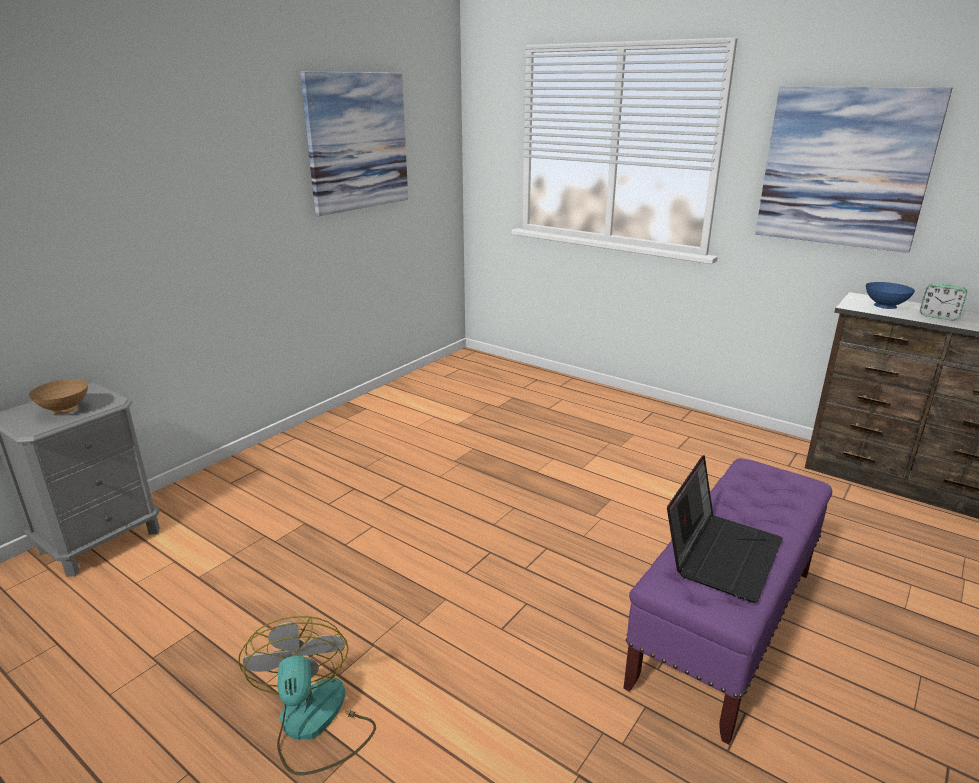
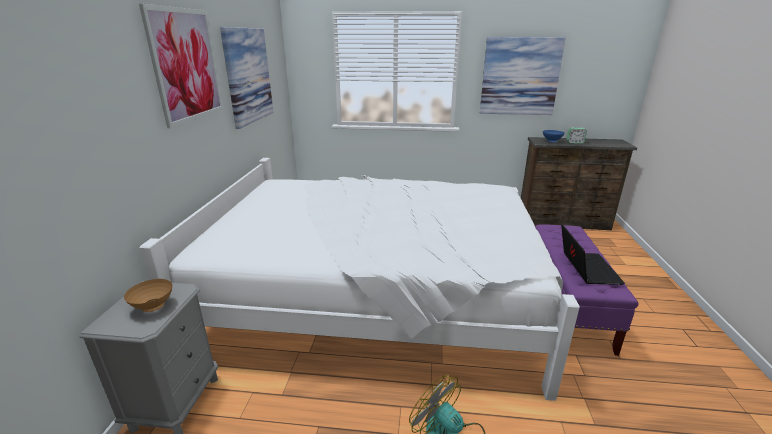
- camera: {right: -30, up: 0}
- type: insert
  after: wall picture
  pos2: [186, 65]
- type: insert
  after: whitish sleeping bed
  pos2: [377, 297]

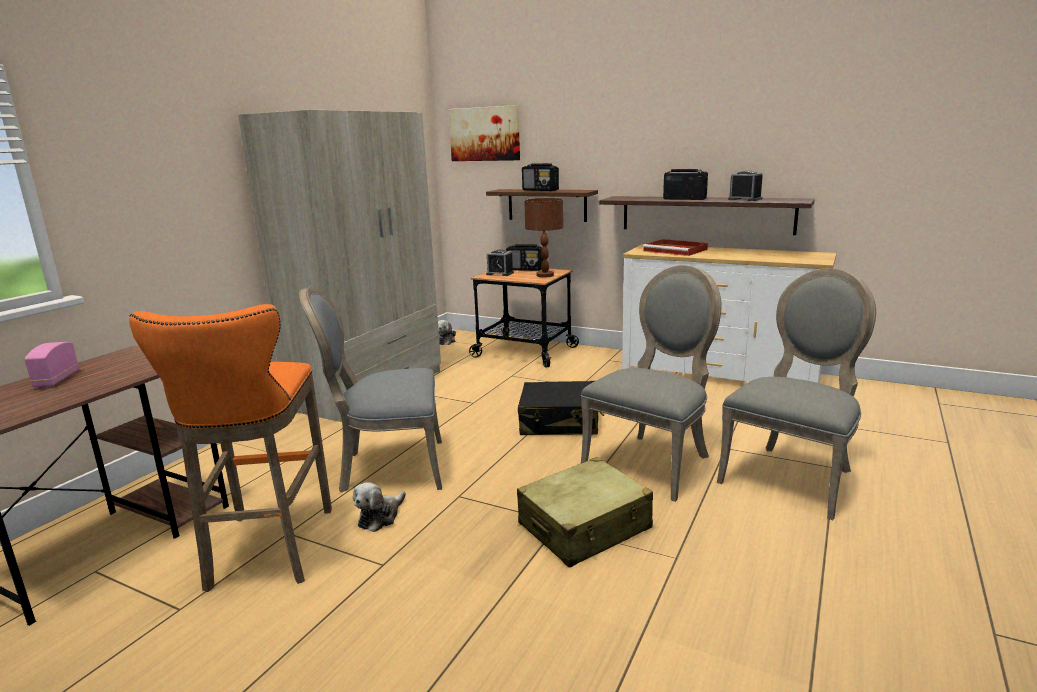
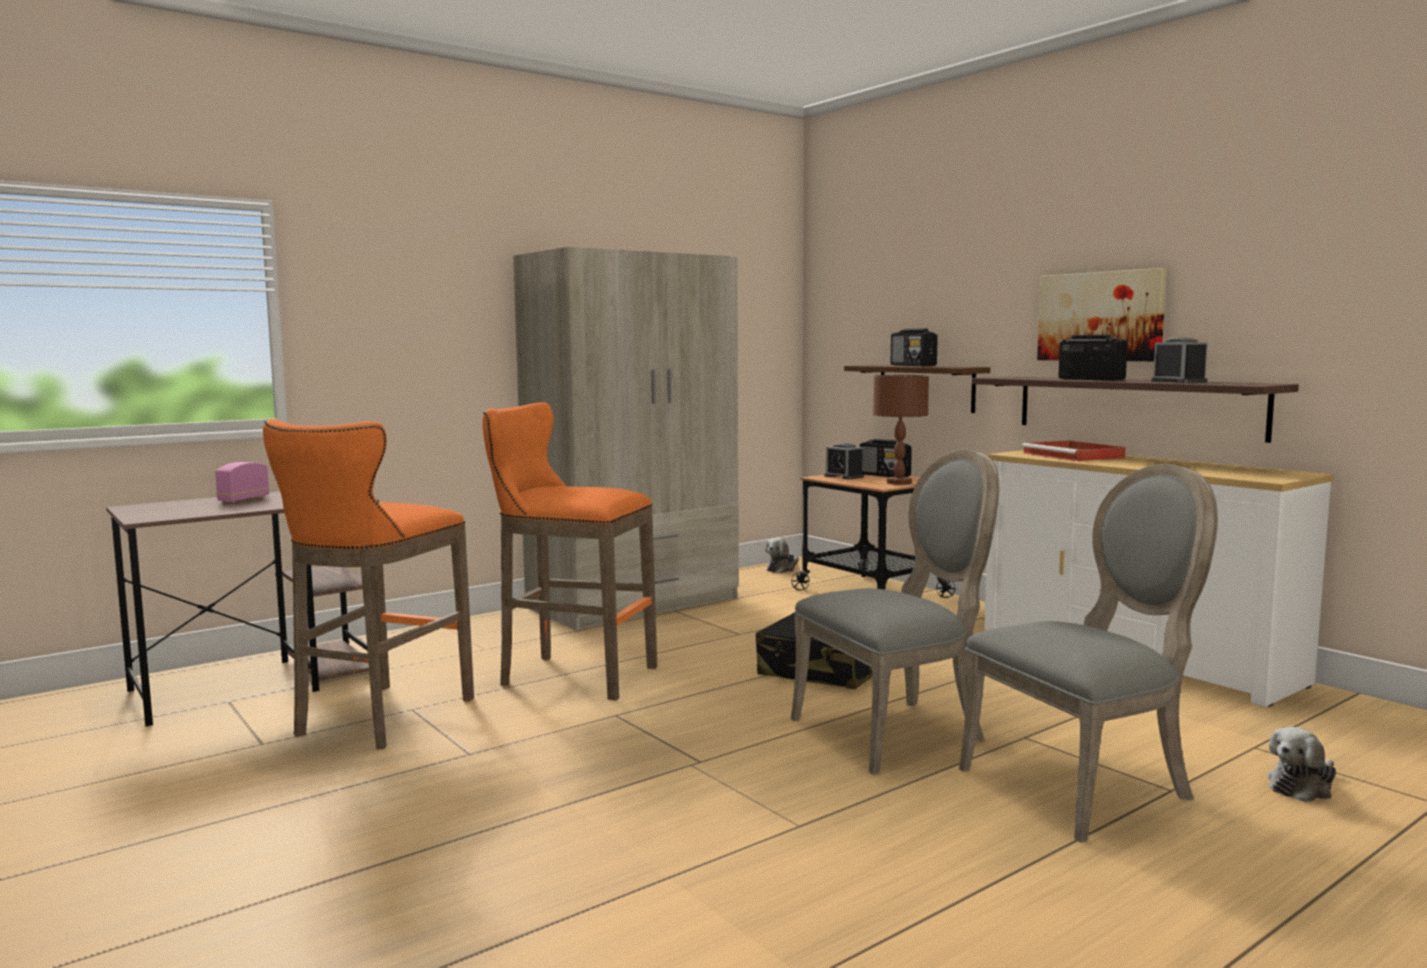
- camera: {right: 25, up: -10}
- type: replace
  before: greyish chair
  after: orange stool seat
  pos1: [388, 468]
  pos2: [571, 676]
- type: move
  before: wall picture
  pos1: [485, 134]
  pos2: [1100, 316]
- type: move
  before: plush toy
  pos1: [380, 517]
  pos2: [1302, 786]
- type: delete
  before: beige piece of luggage
  pos1: [585, 527]

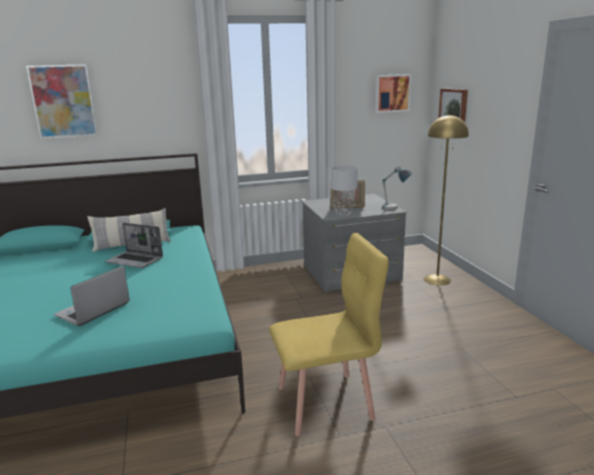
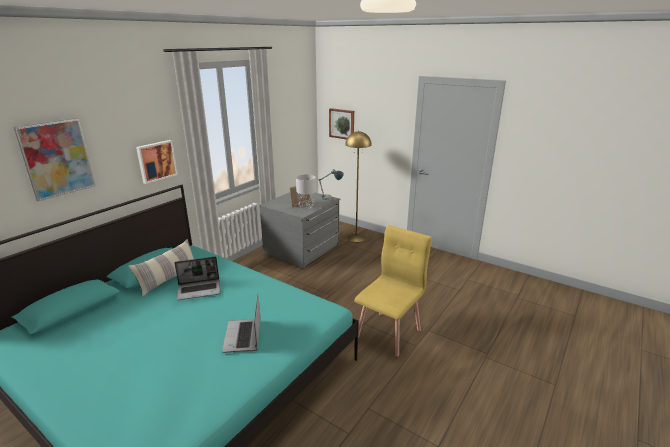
- camera: {right: -40, up: 5}
- type: move
  before: wall picture
  pos1: [392, 93]
  pos2: [156, 161]

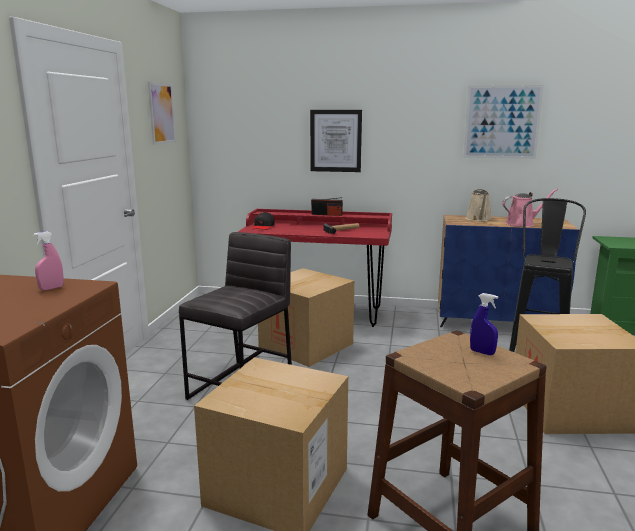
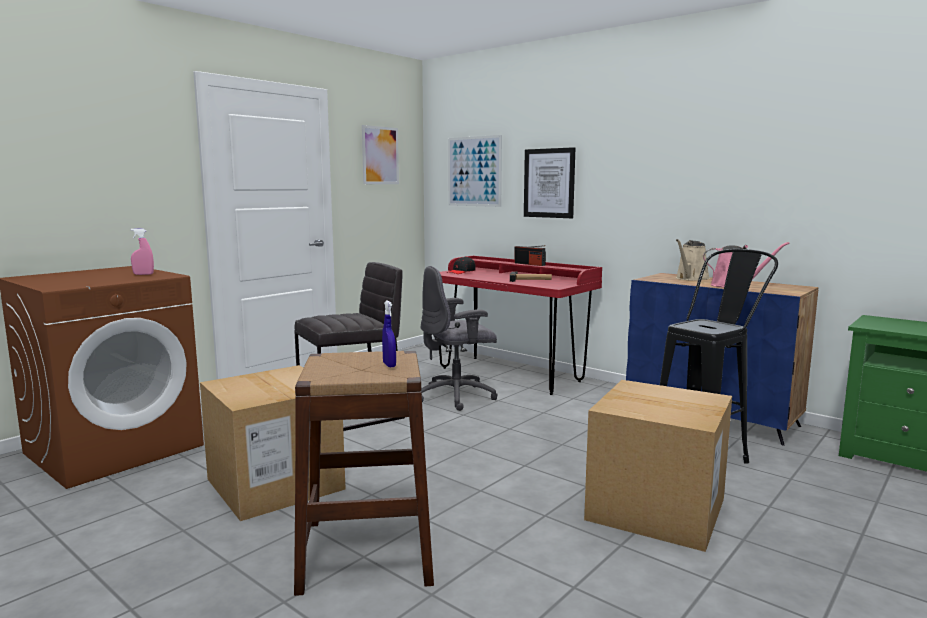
- camera: {right: 30, up: -5}
- type: replace
  before: cardboard box
  after: greyish office chair
  pos1: [306, 345]
  pos2: [457, 397]
- type: move
  before: wall picture
  pos1: [502, 122]
  pos2: [474, 171]

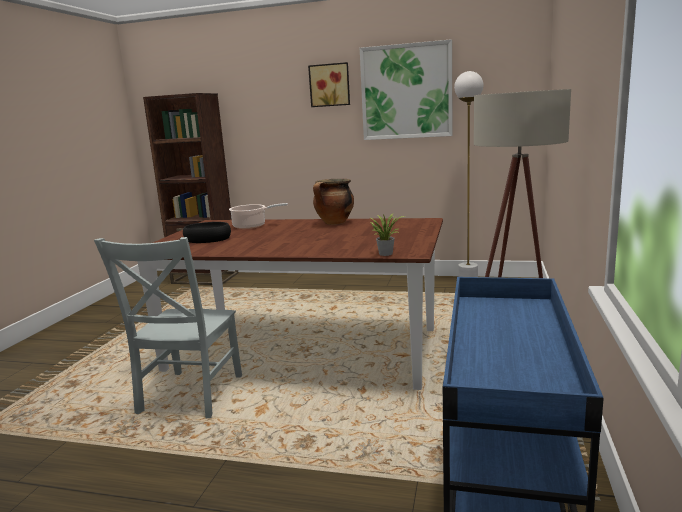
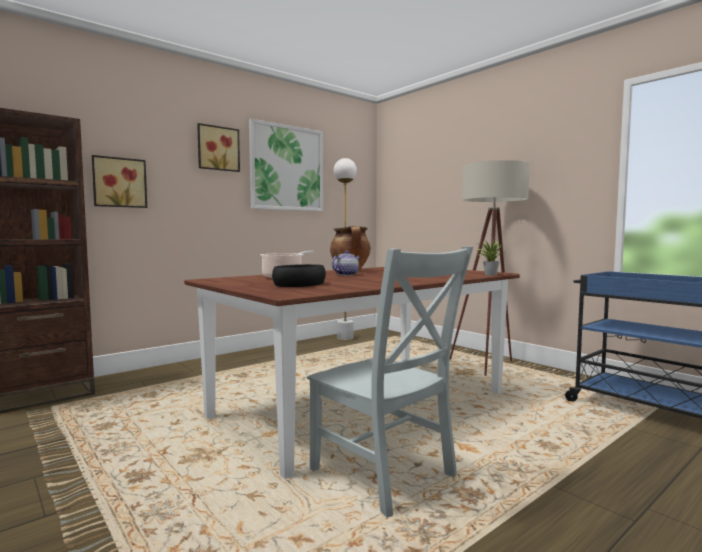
- camera: {right: -55, up: -10}
- type: insert
  after: wall picture
  pos2: [119, 182]
- type: insert
  after: pot for tea
  pos2: [346, 274]

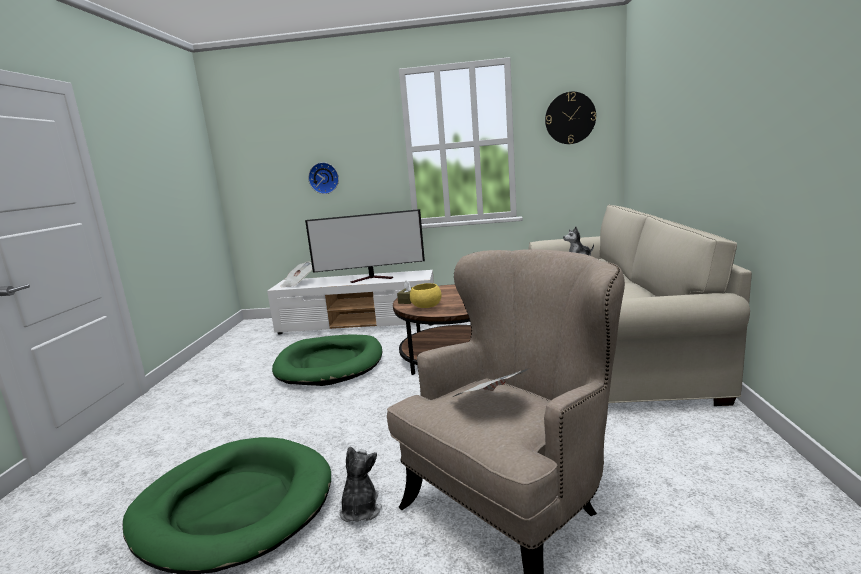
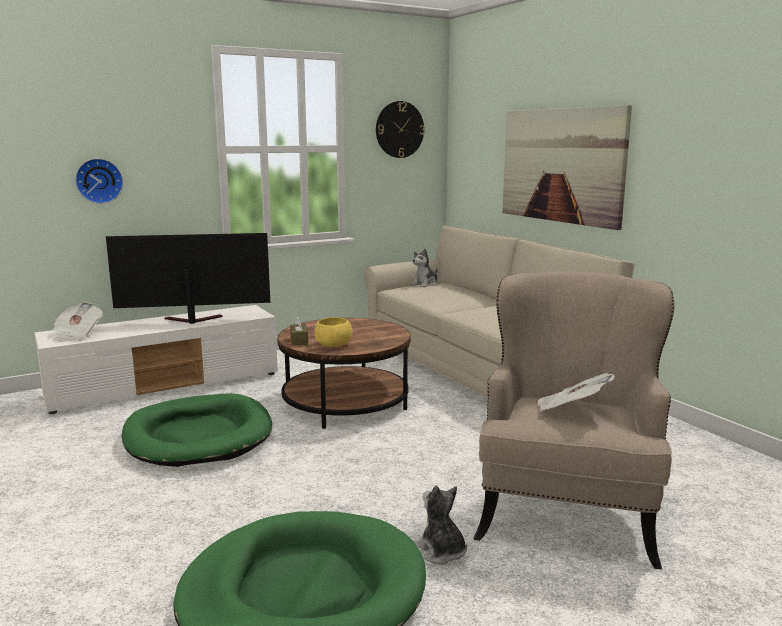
- camera: {right: -35, up: 0}
- type: rotate
  before: TV set
  pos1: [373, 278]
  pos2: [191, 320]
  turn: -150
- type: insert
  after: wall picture
  pos2: [561, 165]

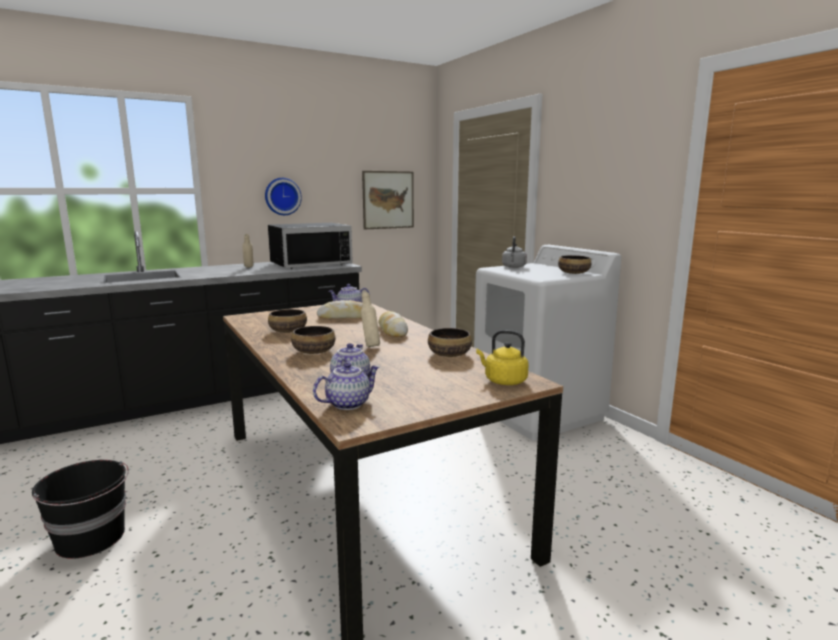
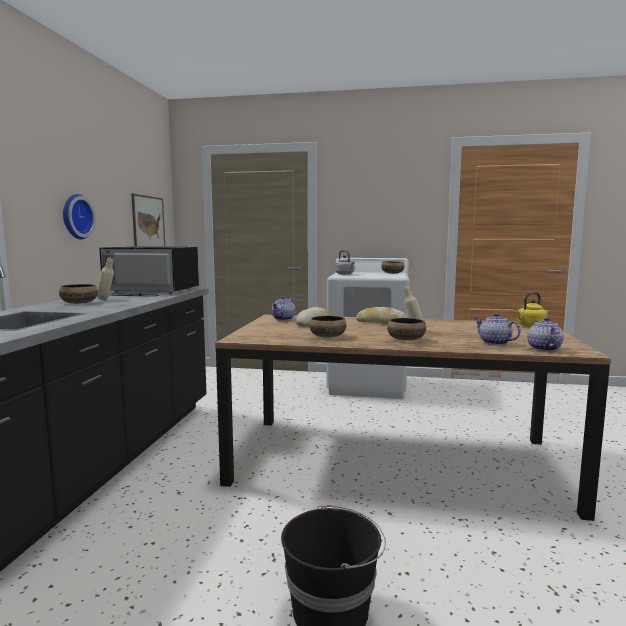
- camera: {right: -50, up: -5}
- type: move
  before: serving bowl
  pos1: [449, 354]
  pos2: [79, 303]
- type: rotate
  before: black microwave oven
  pos1: [309, 264]
  pos2: [149, 291]
  turn: -90

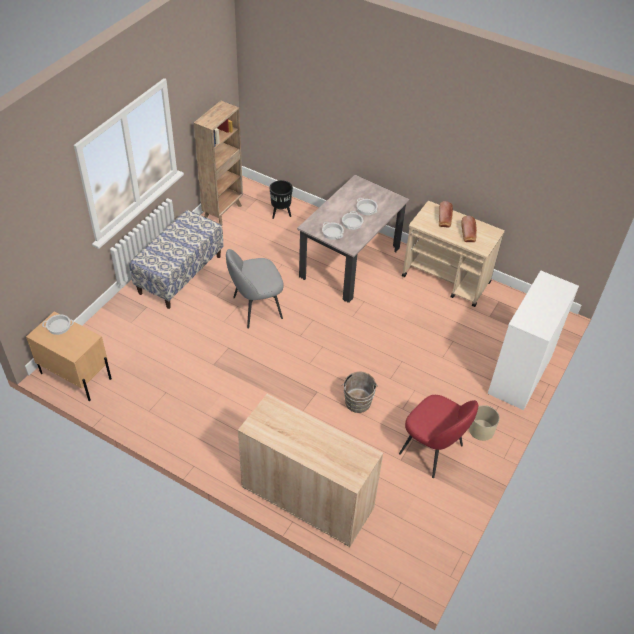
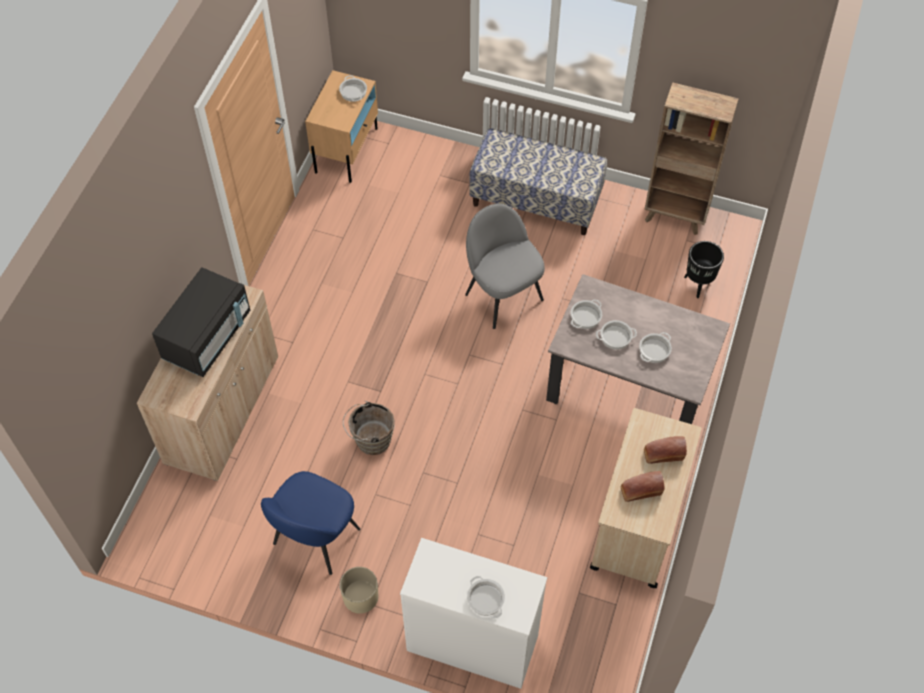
- camera: {right: 80, up: 10}
- type: insert
  after: black microwave oven
  pos2: [207, 336]
- type: recolor
  before: red-coloured chair
  after: bluish chair
  pos1: [432, 450]
  pos2: [315, 538]
- type: insert
  after: cooking pot
  pos2: [485, 599]

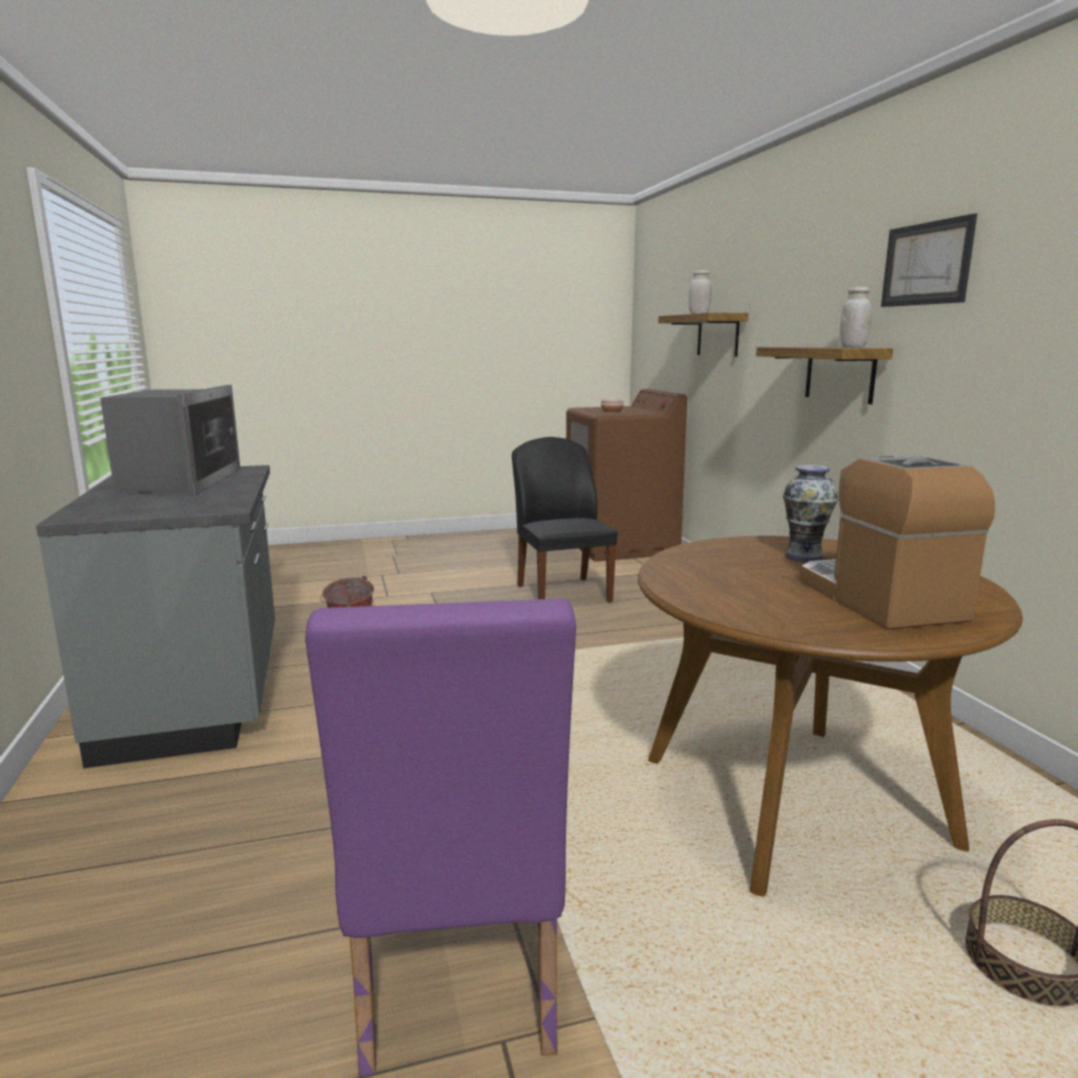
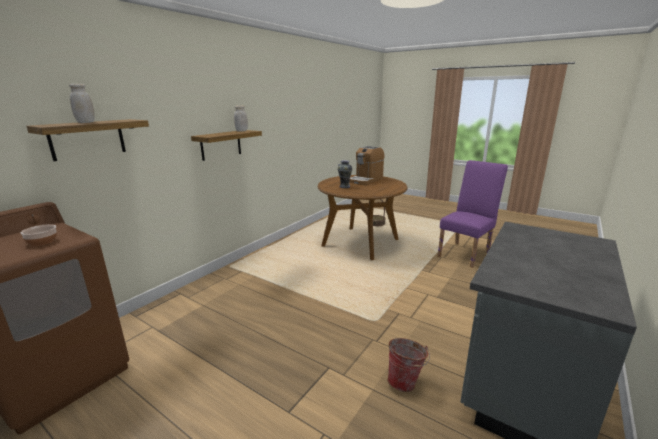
- camera: {right: -130, up: 5}
- type: delete
  before: microwave oven
  pos1: [181, 481]
- type: delete
  before: black chair
  pos1: [562, 593]
- type: delete
  before: wall picture
  pos1: [926, 264]

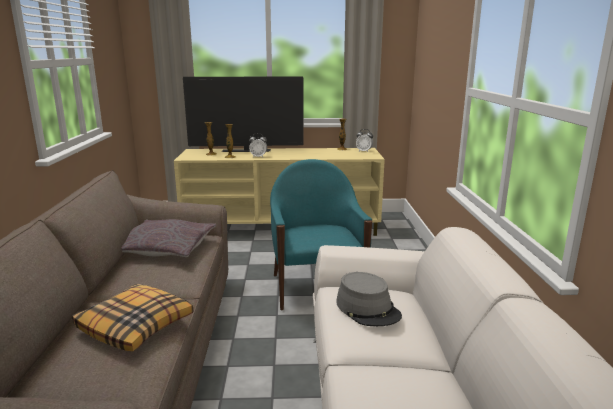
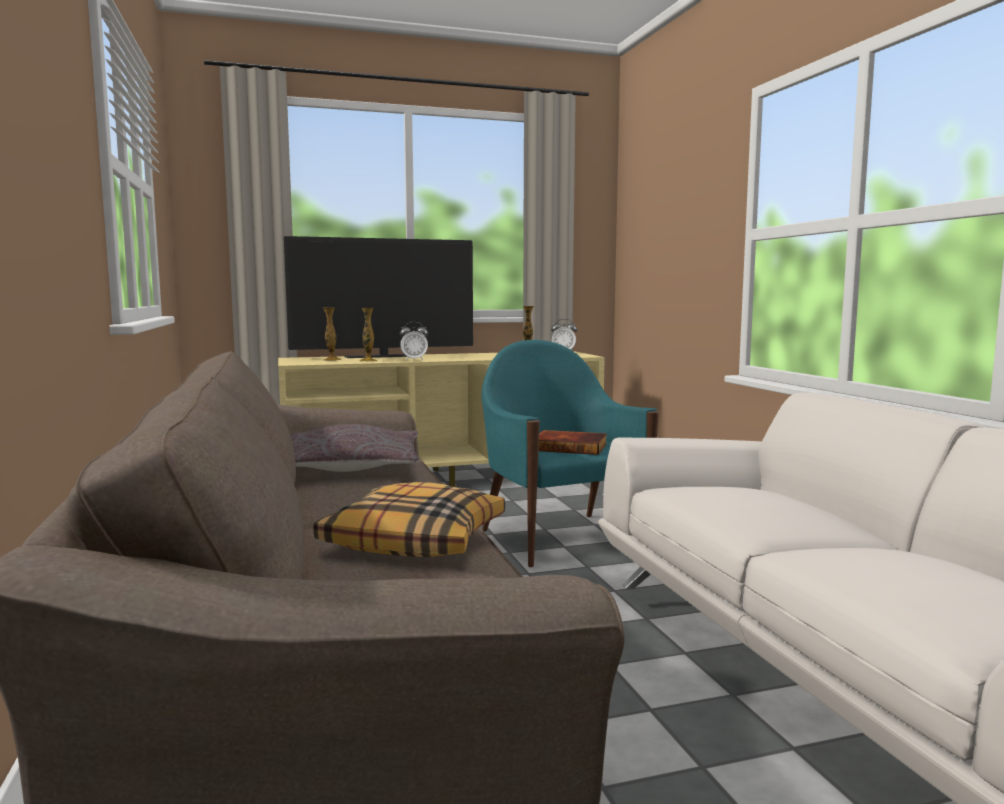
- camera: {right: -15, up: -10}
- type: insert
  after: bound book
  pos2: [570, 447]
- type: delete
  before: greyish hat
  pos1: [368, 309]

